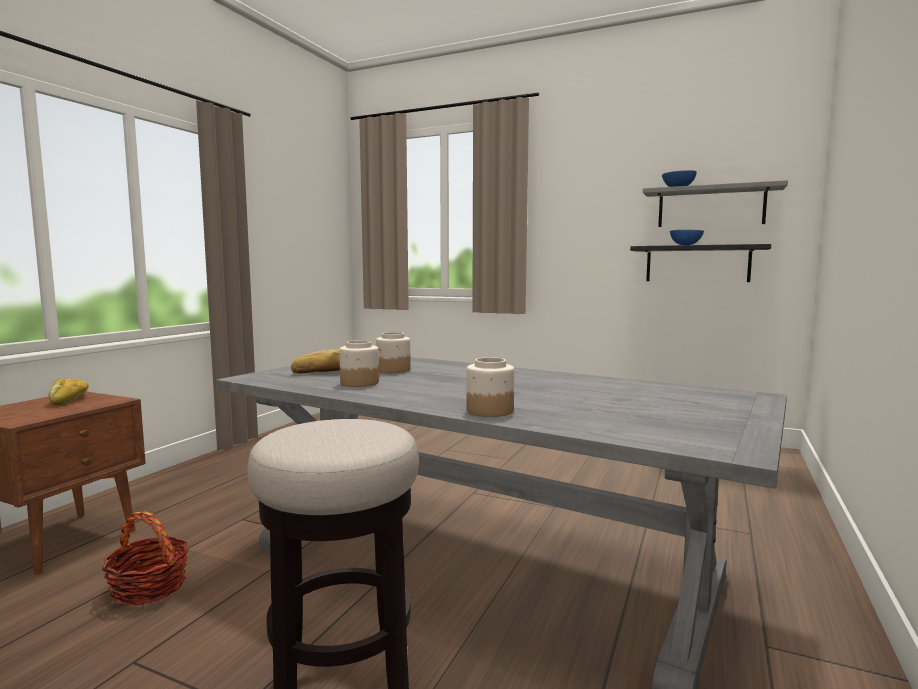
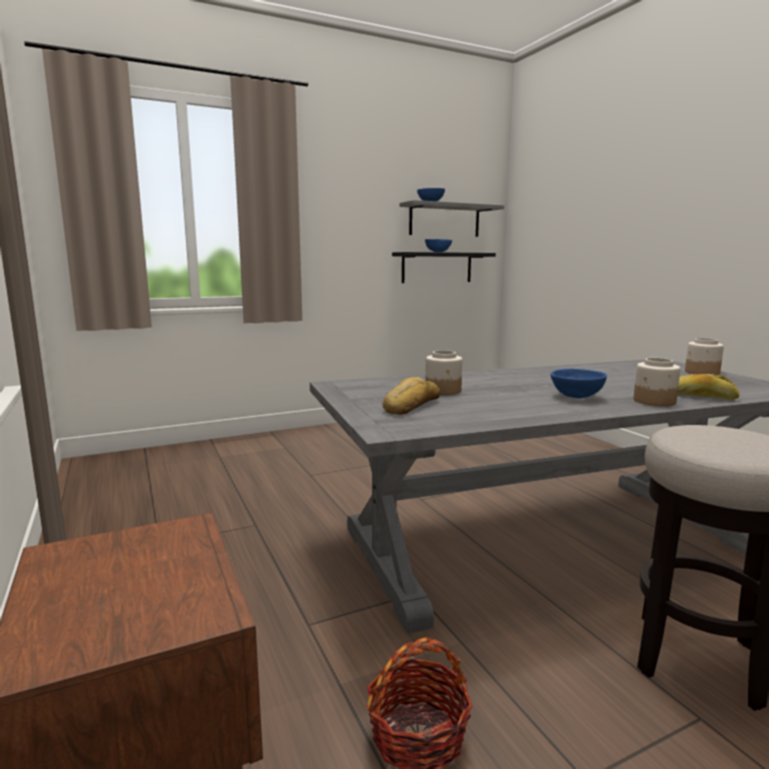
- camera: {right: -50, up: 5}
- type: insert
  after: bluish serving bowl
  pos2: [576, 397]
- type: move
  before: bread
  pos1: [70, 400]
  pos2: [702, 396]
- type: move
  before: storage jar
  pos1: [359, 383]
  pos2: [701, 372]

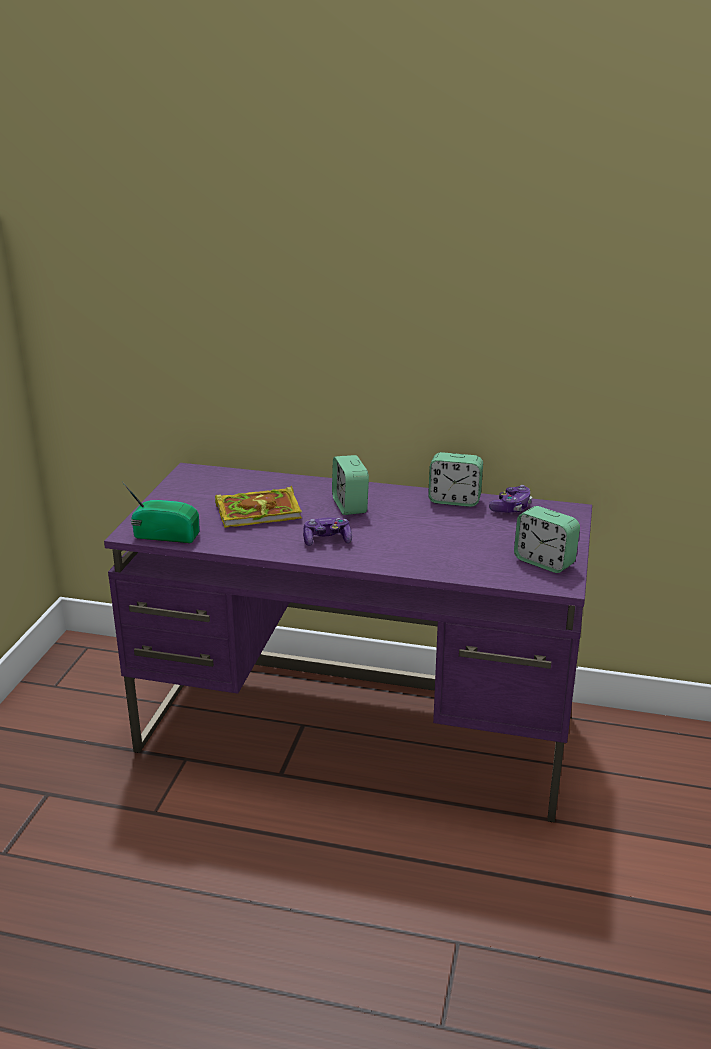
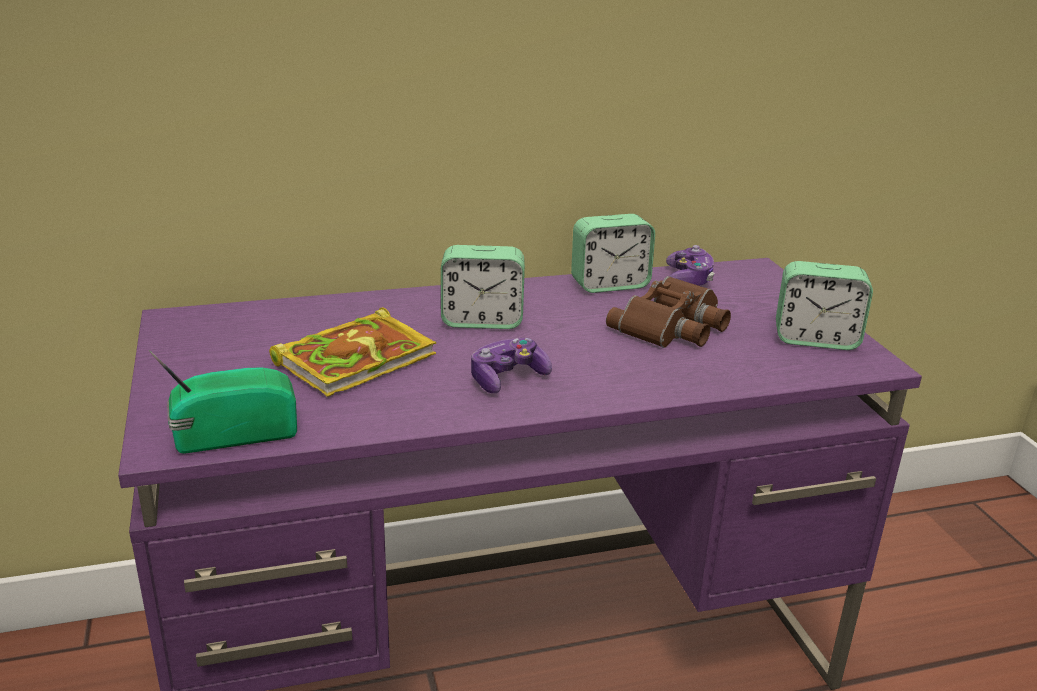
- camera: {right: -30, up: 0}
- type: rotate
  before: table clock
  pos1: [350, 506]
  pos2: [482, 321]
  turn: -45
- type: insert
  after: brown-coloured field glasses
  pos2: [673, 326]

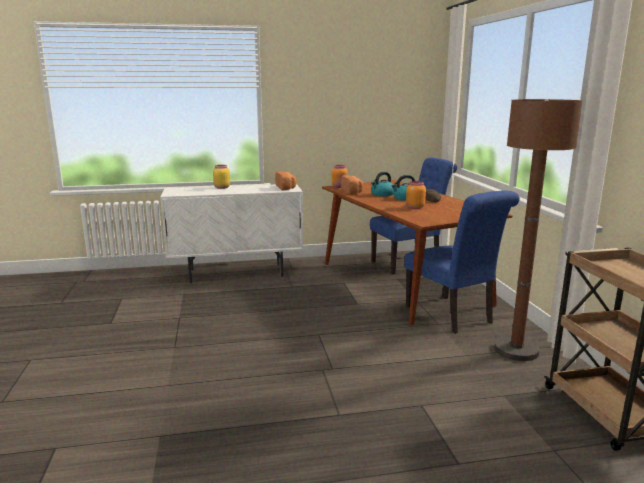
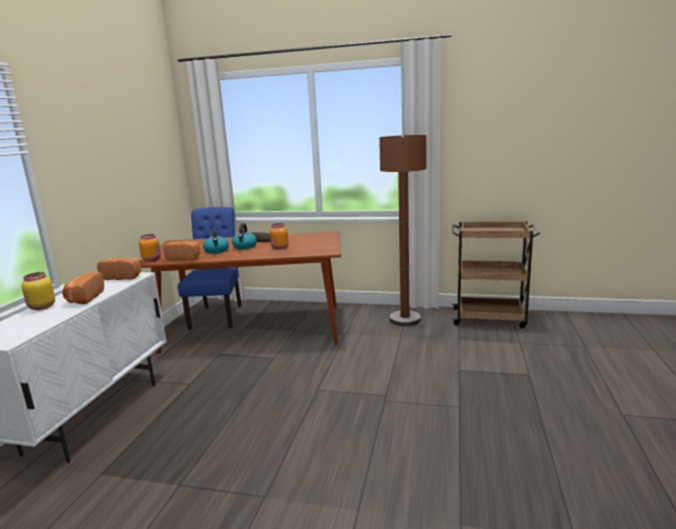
- camera: {right: -65, up: 0}
- type: insert
  after: bread
  pos2: [84, 298]
- type: delete
  before: bluish chair
  pos1: [452, 316]

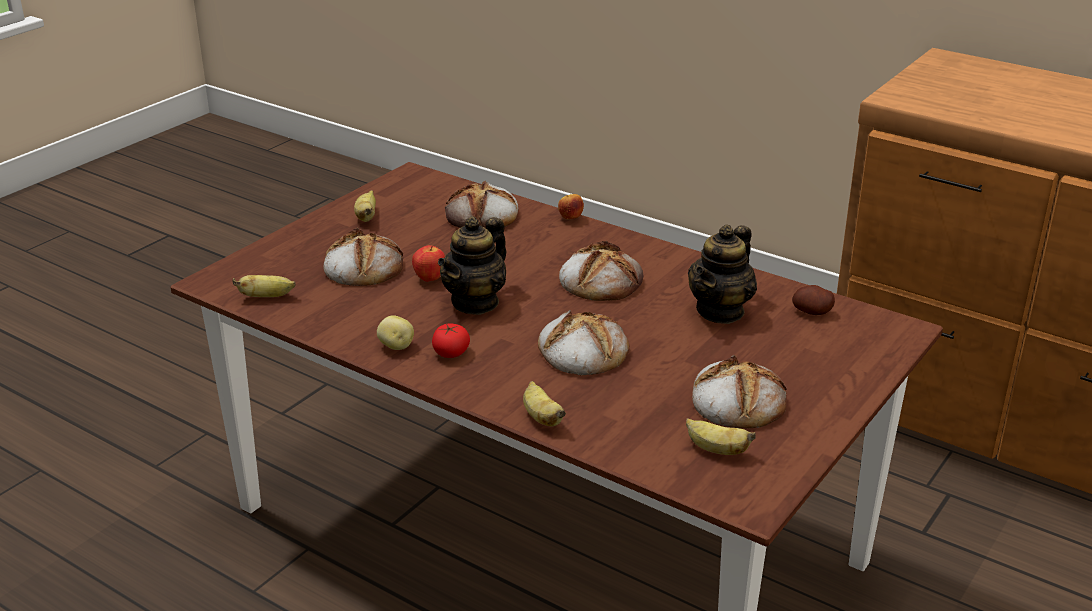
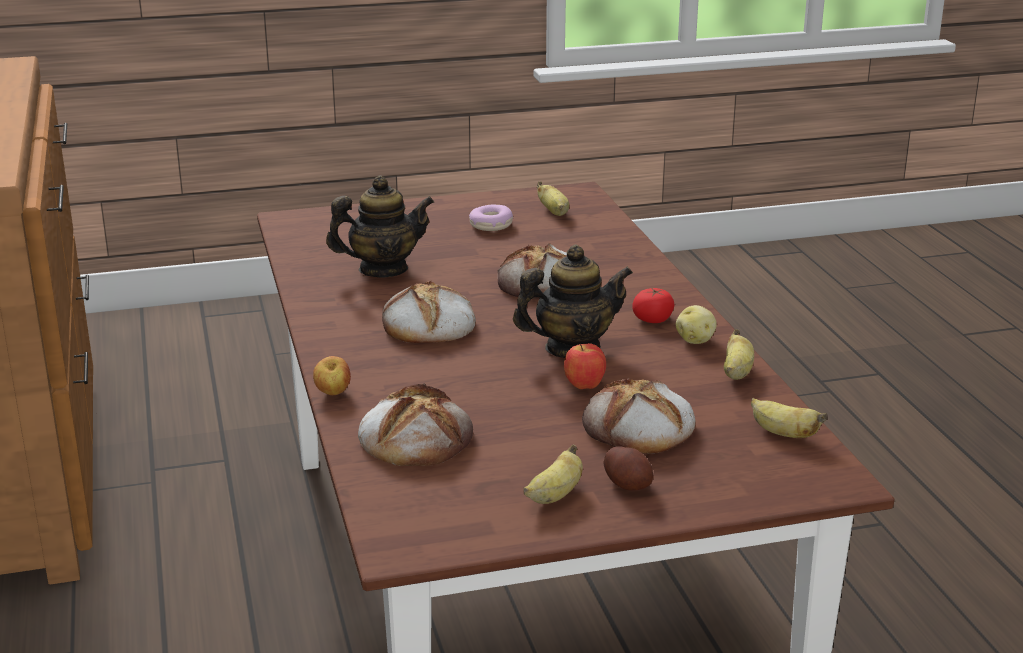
- camera: {right: -140, up: -5}
- type: replace
  before: bread
  after: ring doughnut
  pos1: [737, 401]
  pos2: [491, 225]
- type: move
  before: potato
  pos1: [812, 312]
  pos2: [628, 484]
- type: move
  before: whole banana
  pos1: [541, 418]
  pos2: [736, 373]

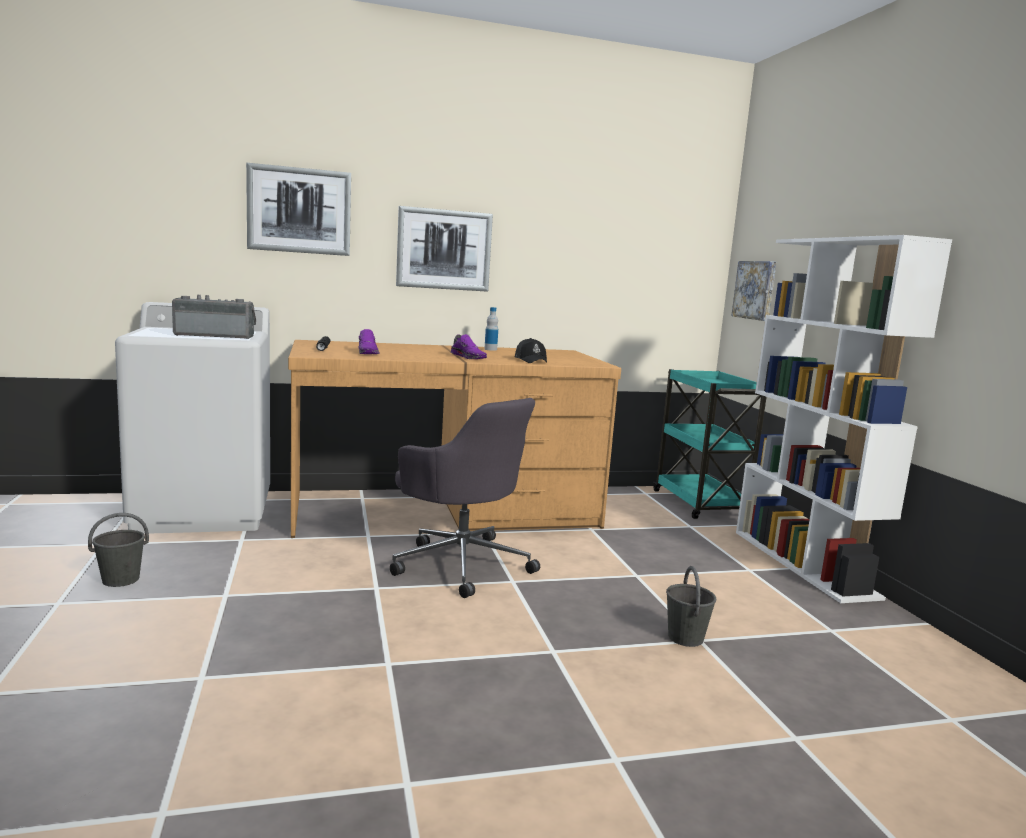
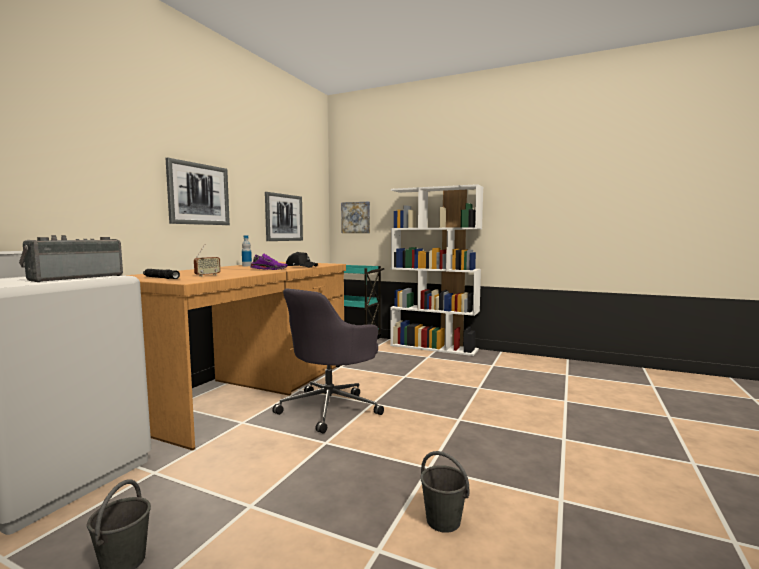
- camera: {right: -50, up: -5}
- type: replace
  before: purplish shoe
  after: radio
  pos1: [368, 352]
  pos2: [207, 275]
- type: move
  before: wall picture
  pos1: [299, 210]
  pos2: [284, 217]
- type: rotate
  before: greyish office chair
  pos1: [461, 563]
  pos2: [330, 408]
  turn: 135
- type: move
  before: greyish pail
  pos1: [685, 638]
  pos2: [444, 521]

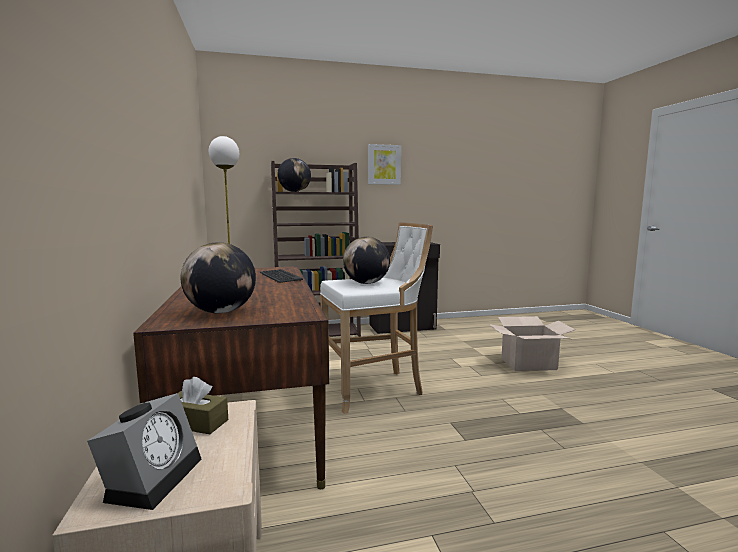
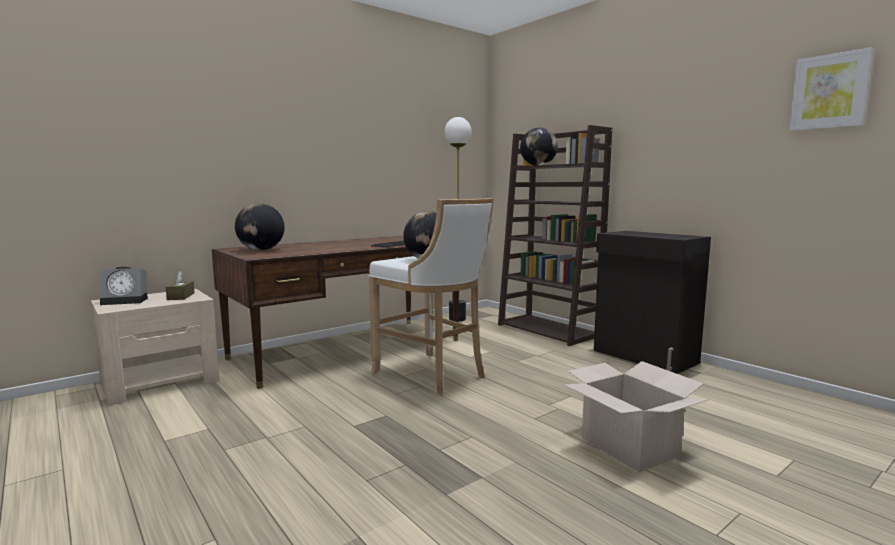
- camera: {right: 65, up: 0}
- type: move
  before: wall picture
  pos1: [384, 164]
  pos2: [829, 91]

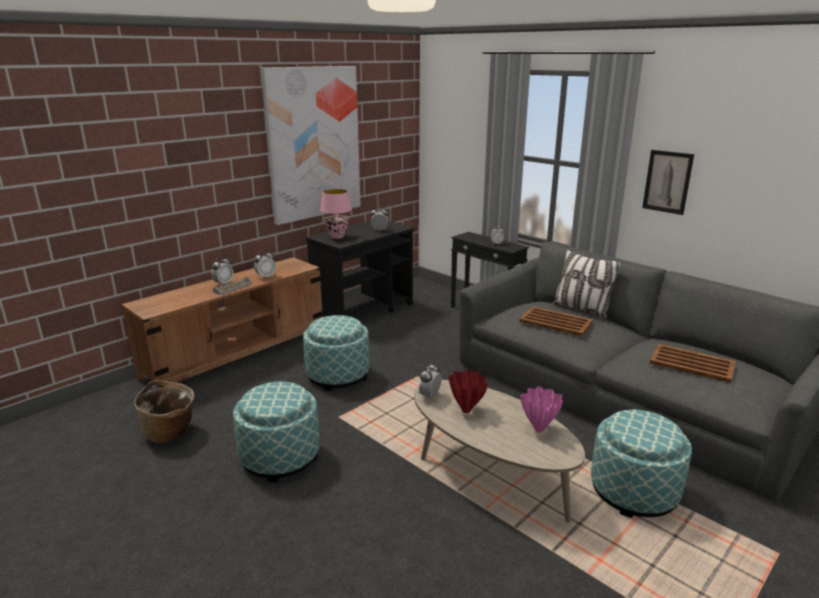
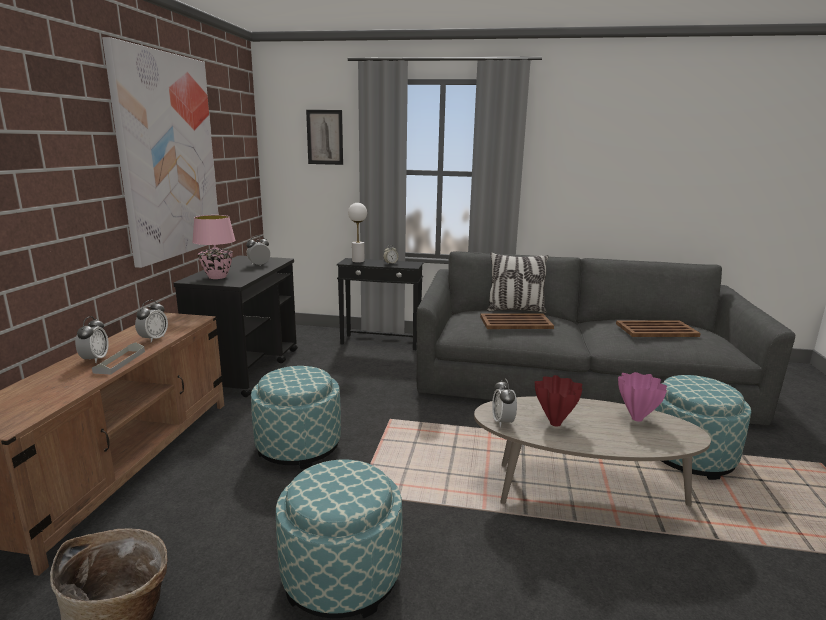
- camera: {right: -35, up: -5}
- type: move
  before: wall picture
  pos1: [667, 182]
  pos2: [325, 137]
- type: insert
  after: whitish lamp for a table
  pos2: [358, 261]

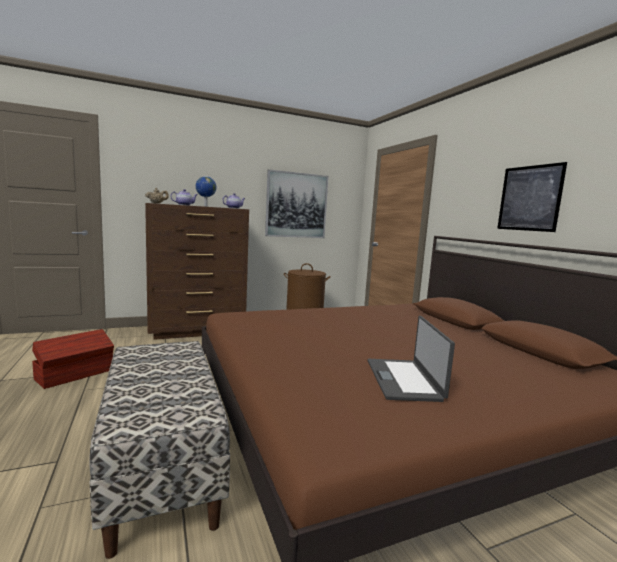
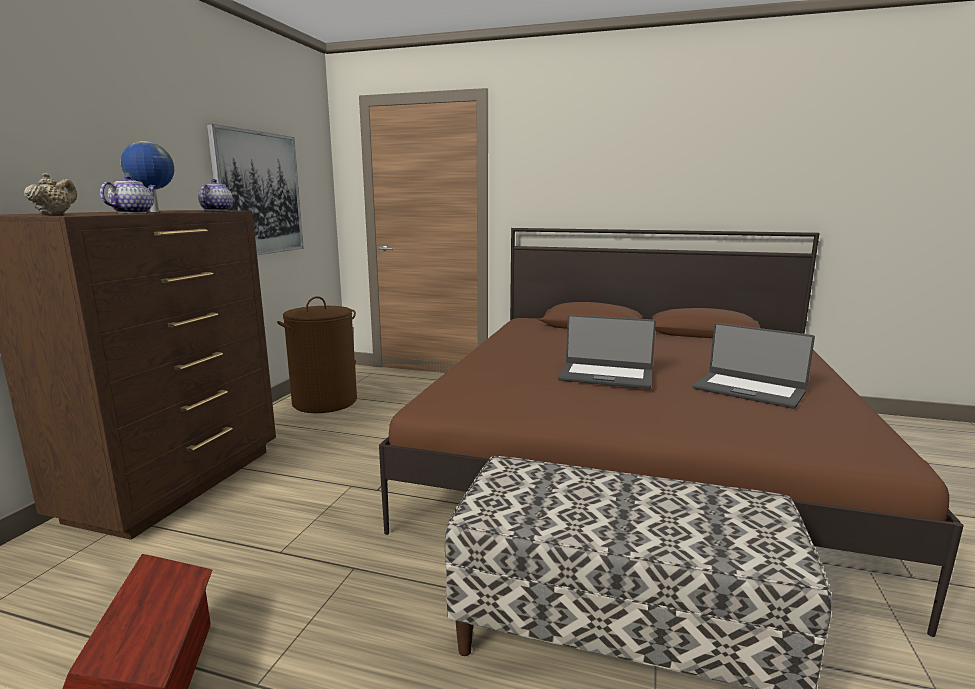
- camera: {right: -50, up: 5}
- type: insert
  after: laptop
  pos2: [605, 375]
- type: delete
  before: wall picture
  pos1: [529, 198]

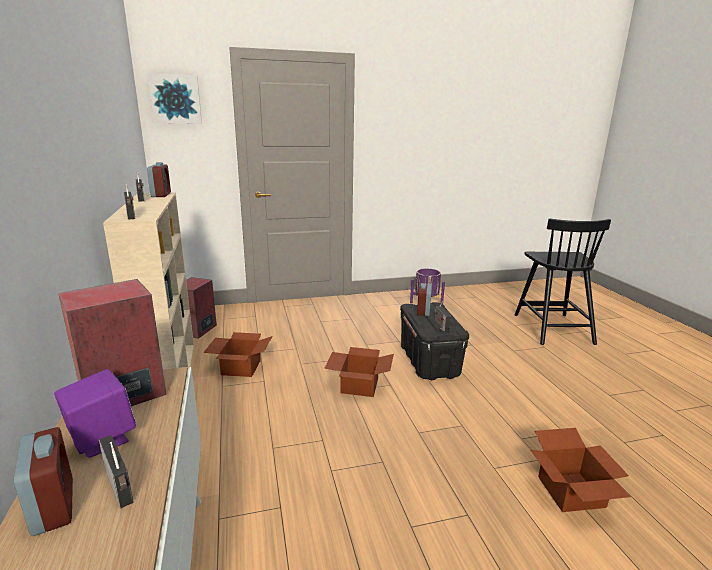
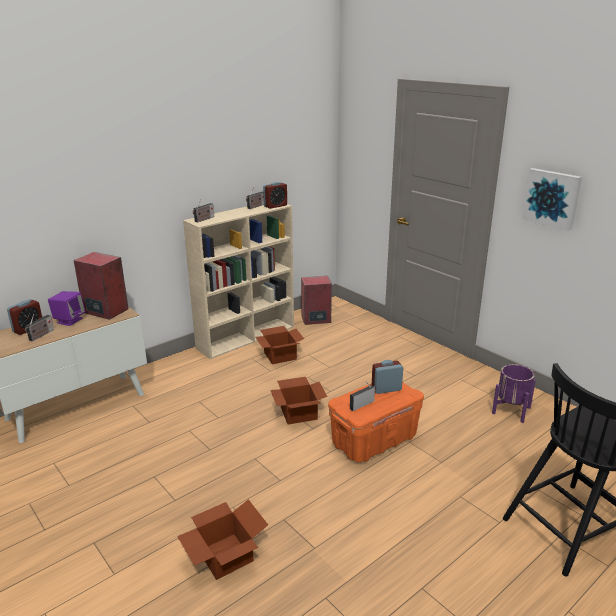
- camera: {right: 65, up: 5}
- type: recolor
  before: black storage box
  after: orange storage box
  pos1: [429, 362]
  pos2: [374, 441]
- type: move
  before: wall picture
  pos1: [176, 99]
  pos2: [552, 198]

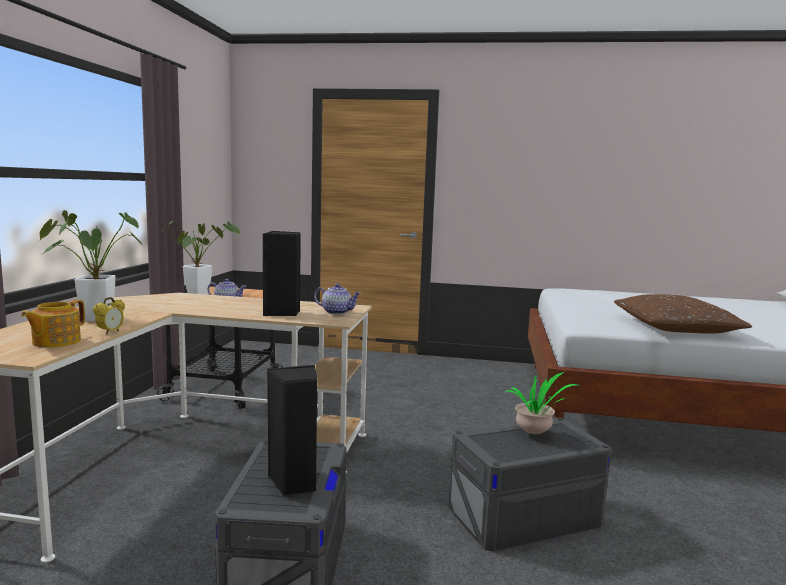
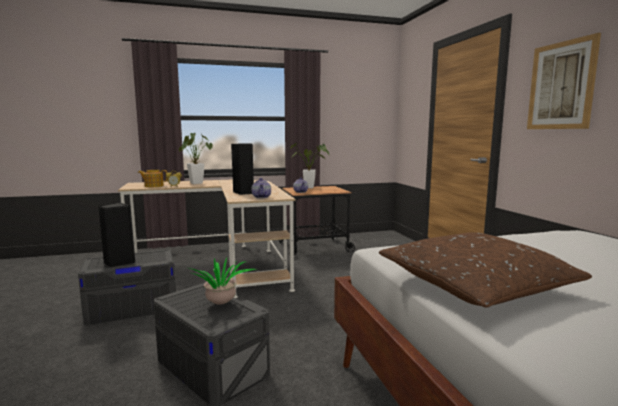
- camera: {right: 65, up: 0}
- type: insert
  after: wall picture
  pos2: [561, 86]

